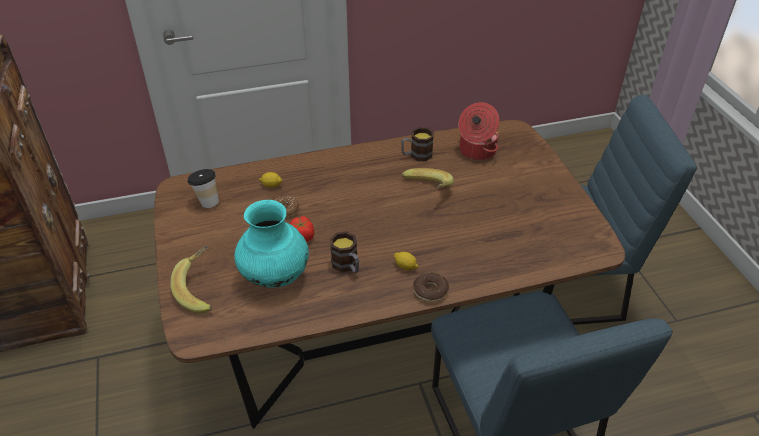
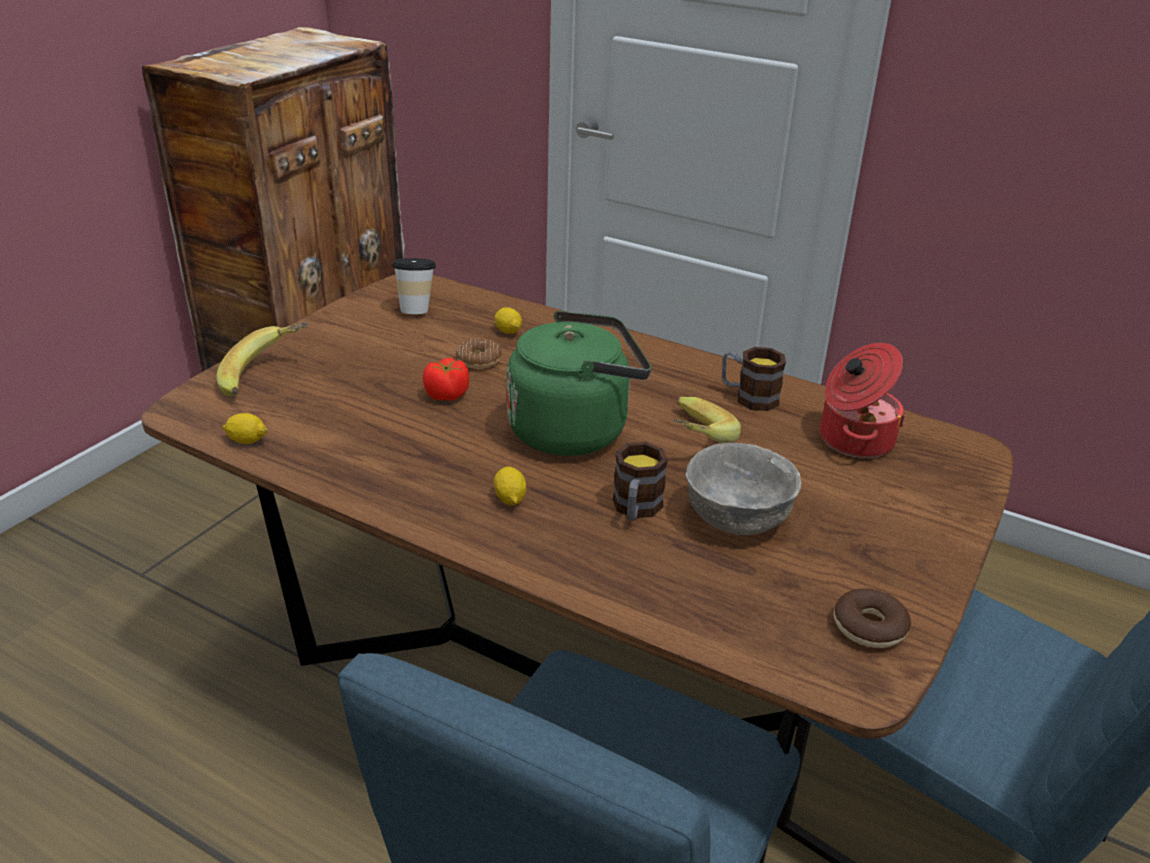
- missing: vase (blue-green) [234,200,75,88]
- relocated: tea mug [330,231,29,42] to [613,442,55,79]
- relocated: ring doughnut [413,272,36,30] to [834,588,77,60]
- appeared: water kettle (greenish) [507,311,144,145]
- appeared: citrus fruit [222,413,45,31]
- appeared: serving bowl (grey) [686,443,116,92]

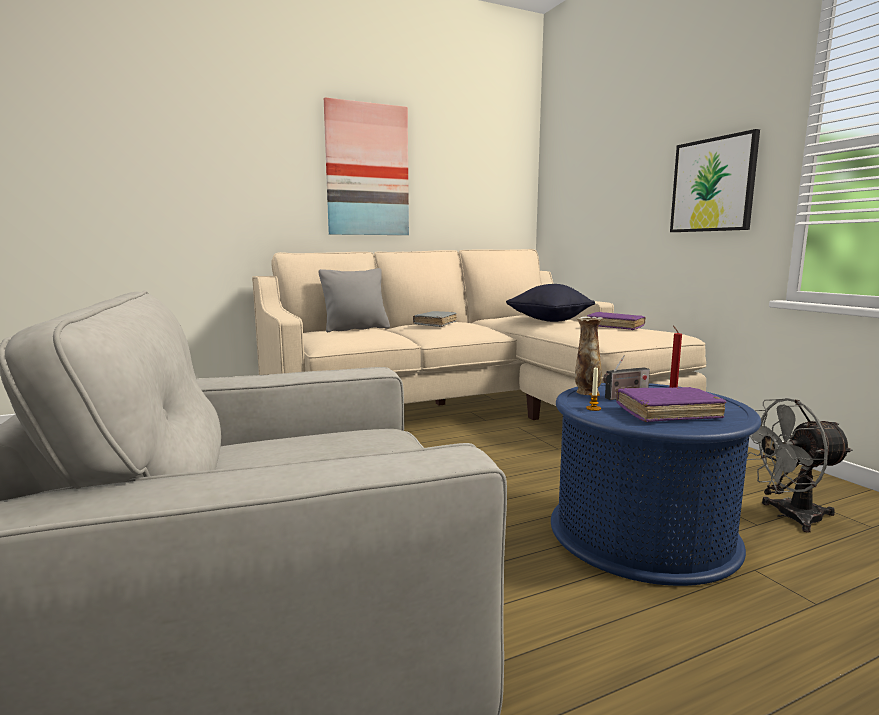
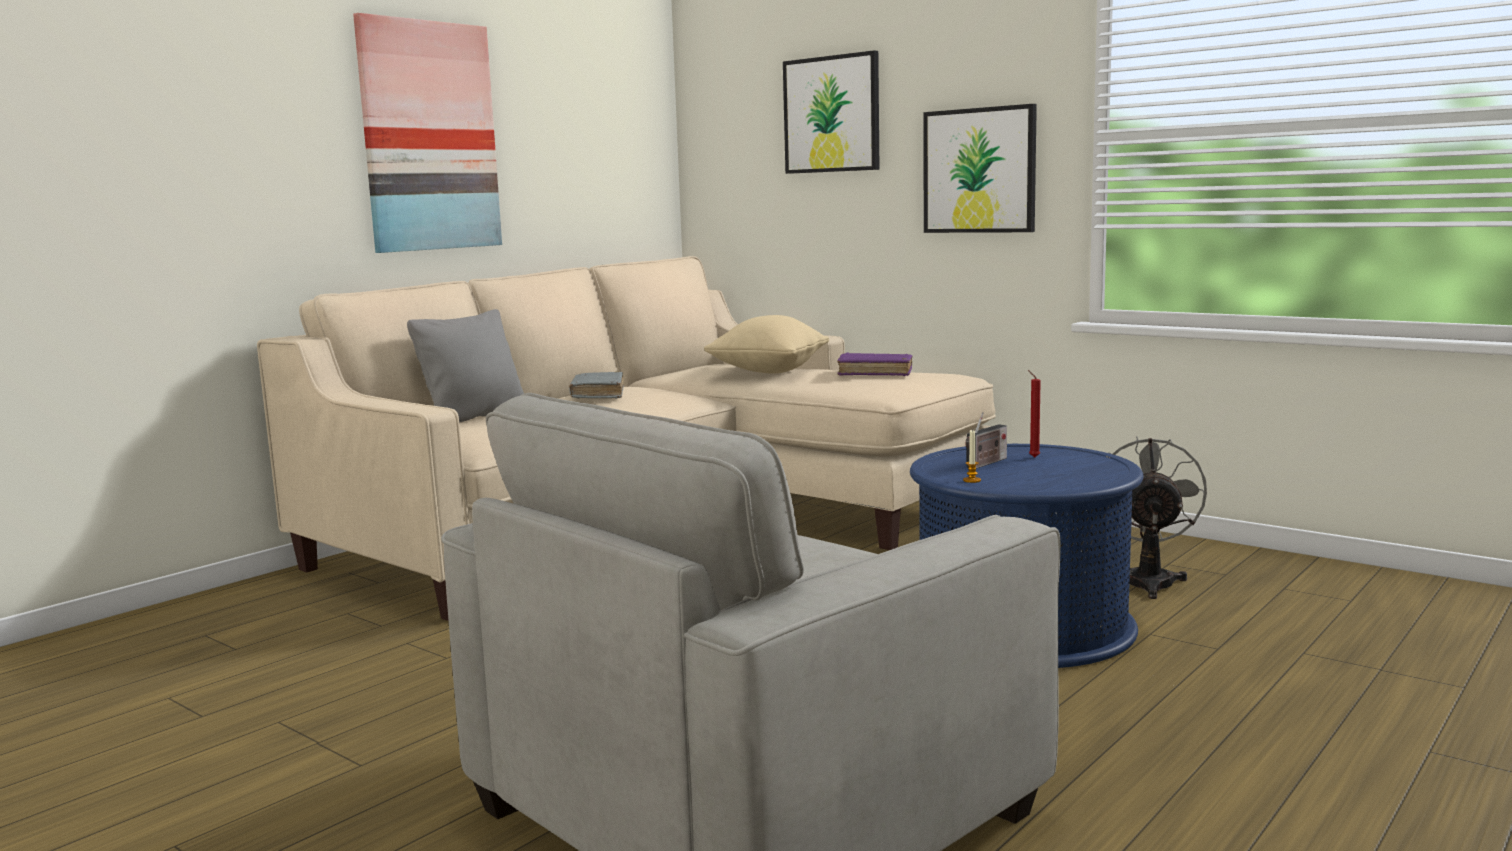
- colour: cushion (black-coloured) [506,284,89,38] to cushion (beige-coloured) [704,315,125,58]
- missing: vase [575,316,28,79]
- missing: volume (purplish) [616,387,111,35]
- spun: cooling fan (grey) [747,398,106,135] = [1108,436,99,163] 135 degrees clockwise
- appeared: wall picture [783,50,96,124]

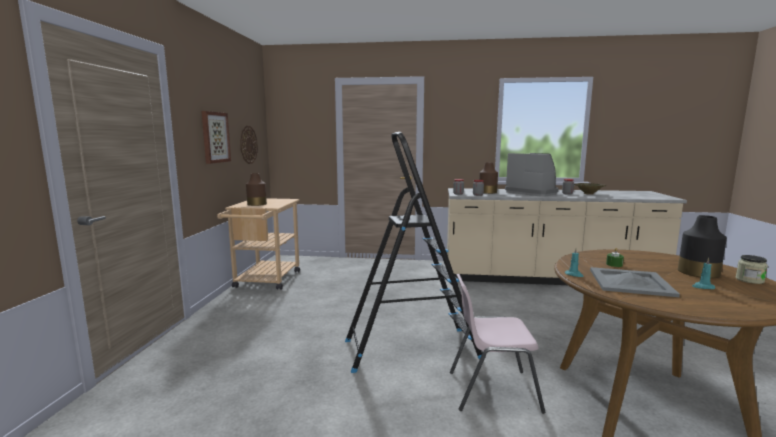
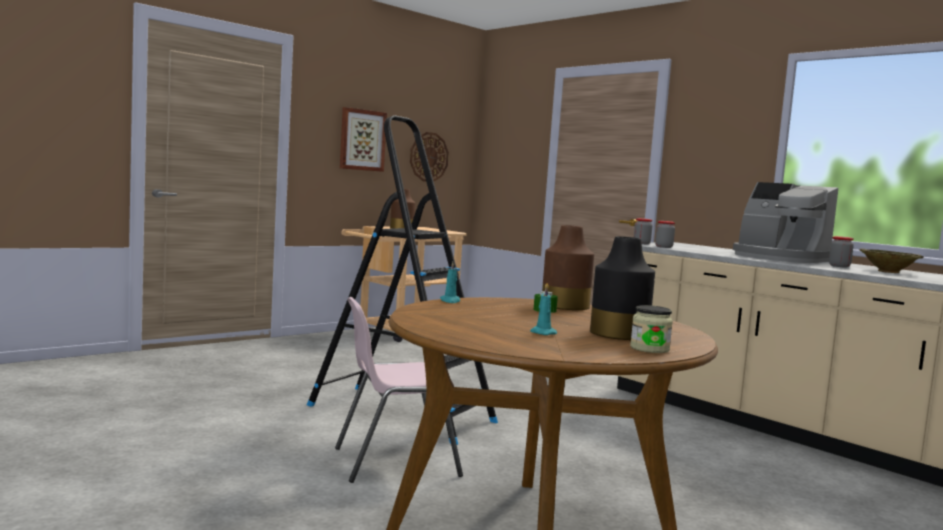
- spun: coffee brewer [505,153,53,44] = [733,182,105,81] 135 degrees clockwise
- relocated: vase (brown) [479,162,19,32] to [542,225,52,85]
- missing: carrying tray (grey) [590,267,90,30]
- spun: chair (pink-coloured) [450,274,95,140] = [335,297,128,186] 60 degrees counterclockwise

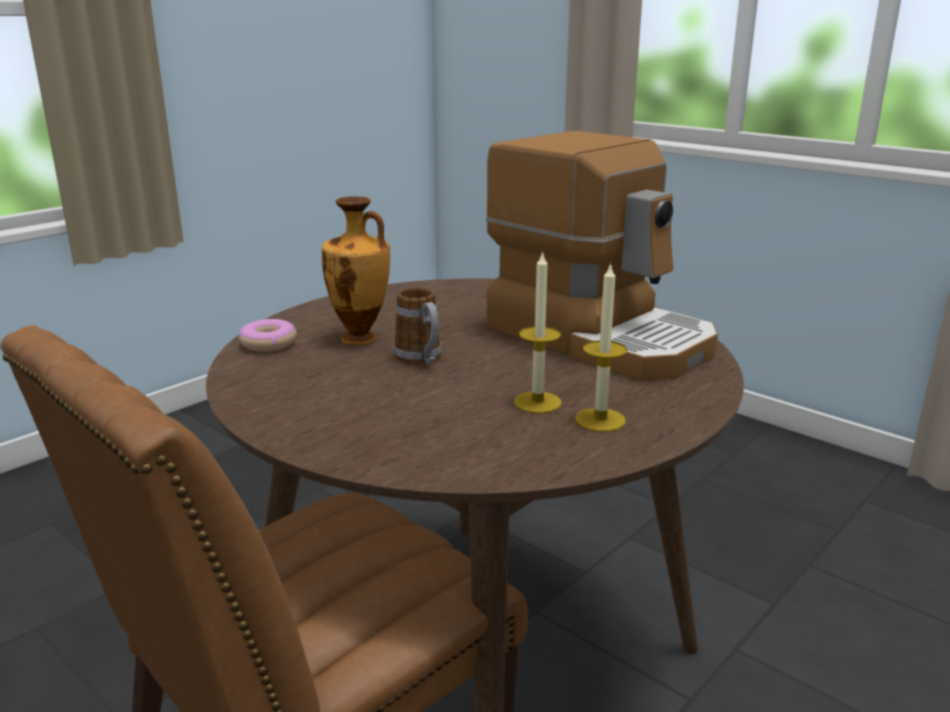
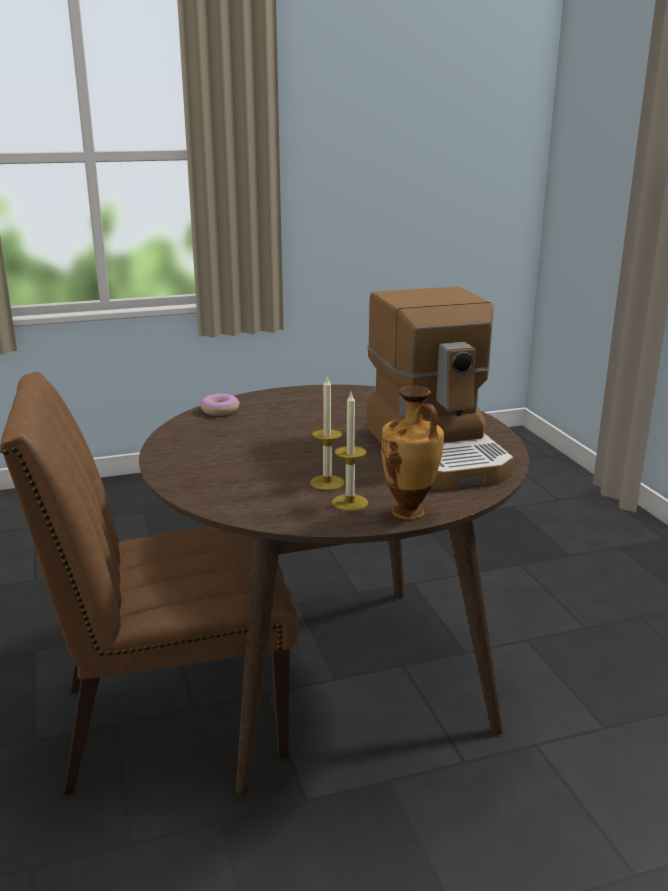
- relocated: vase [322,196,68,149] to [381,385,63,135]
- missing: tea mug [394,287,48,78]

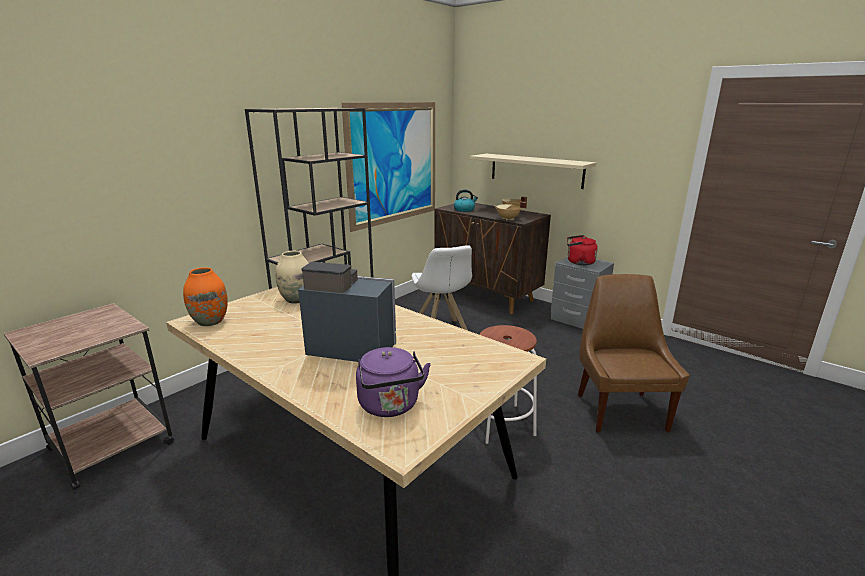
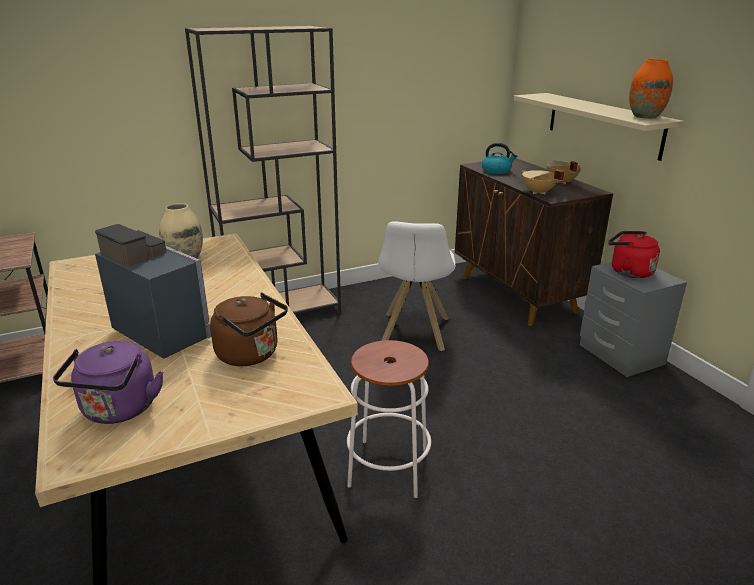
- missing: wall picture [342,102,93,130]
- relocated: vase (orangey) [183,267,45,59] to [629,59,44,60]
- missing: chair (brown) [578,274,112,159]
- appeared: water kettle (brown) [210,293,78,73]

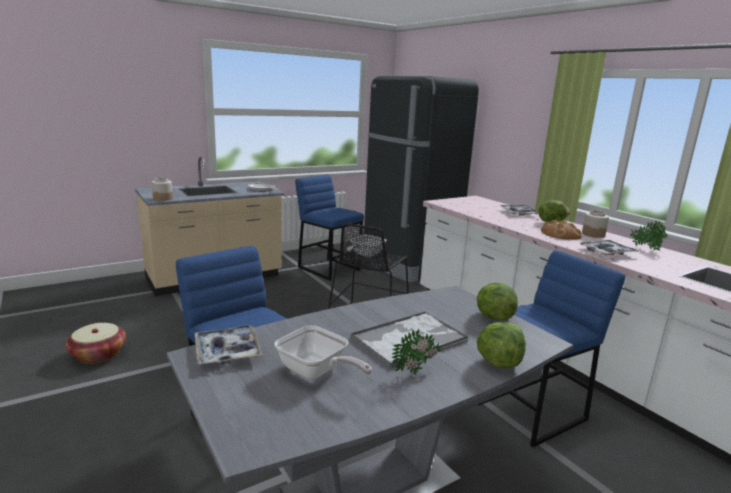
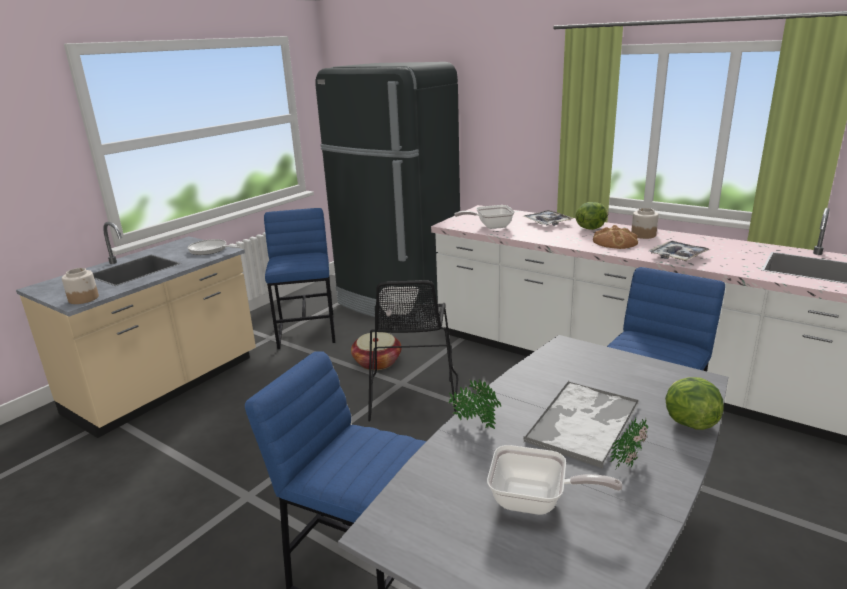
- spun: chair (blue) [295,175,69,106] = [264,208,71,141] 60 degrees clockwise
- relocated: plant in a pot [630,220,37,31] to [448,379,53,50]
- missing: head of lettuce [477,283,41,37]
- relocated: storage basket [66,323,60,41] to [351,332,50,38]
- missing: carrying tray [195,325,68,40]
- appeared: frying pan [454,205,61,24]

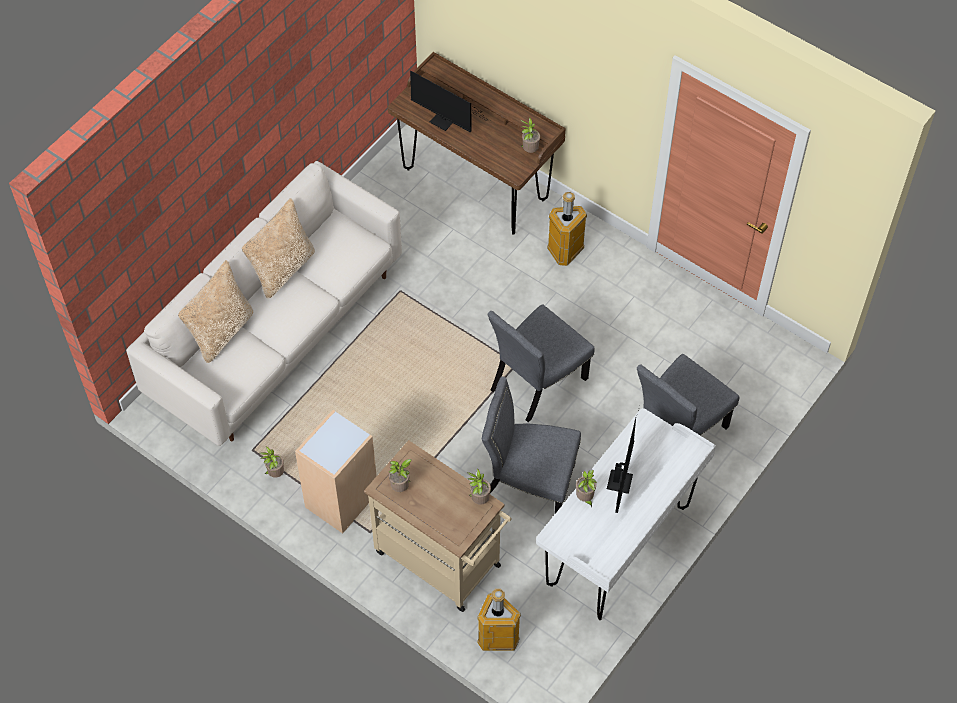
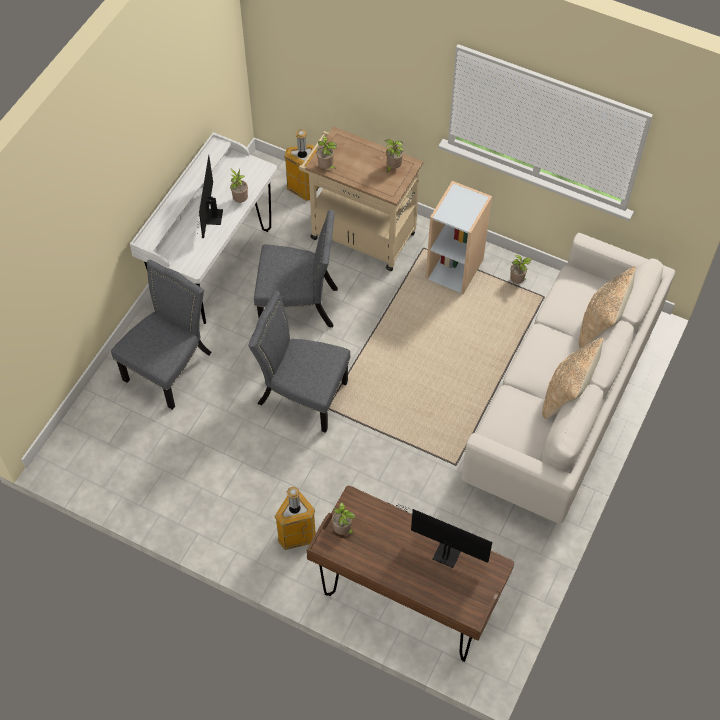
- spun: chair (grey) [488,304,107,118] = [248,291,103,142] 105 degrees counterclockwise

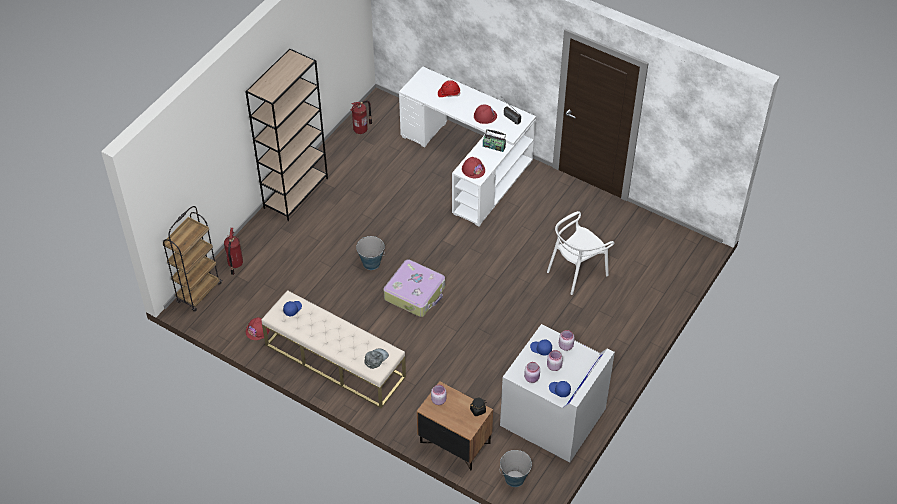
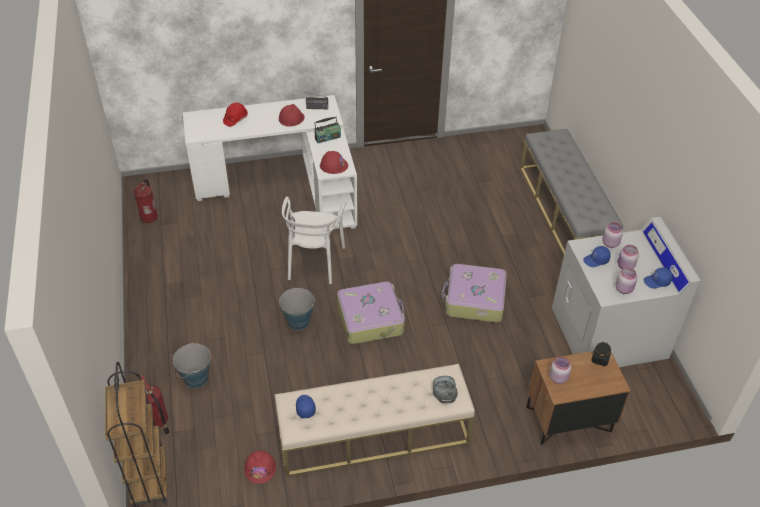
- missing: shelving unit (beige-coloured) [245,48,83,173]
- relocated: chair (white) [547,211,68,84] to [282,197,64,87]
- relocated: pail [500,450,32,37] to [173,343,38,45]
- appeared: indoor bench (grey) [520,129,103,127]
- appeared: piece of luggage [441,264,66,58]

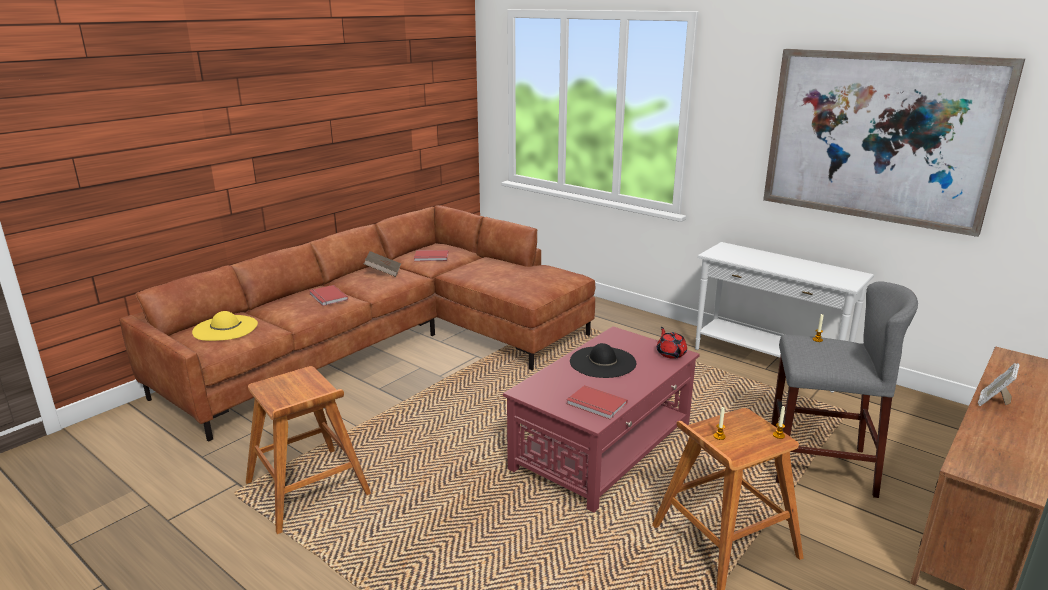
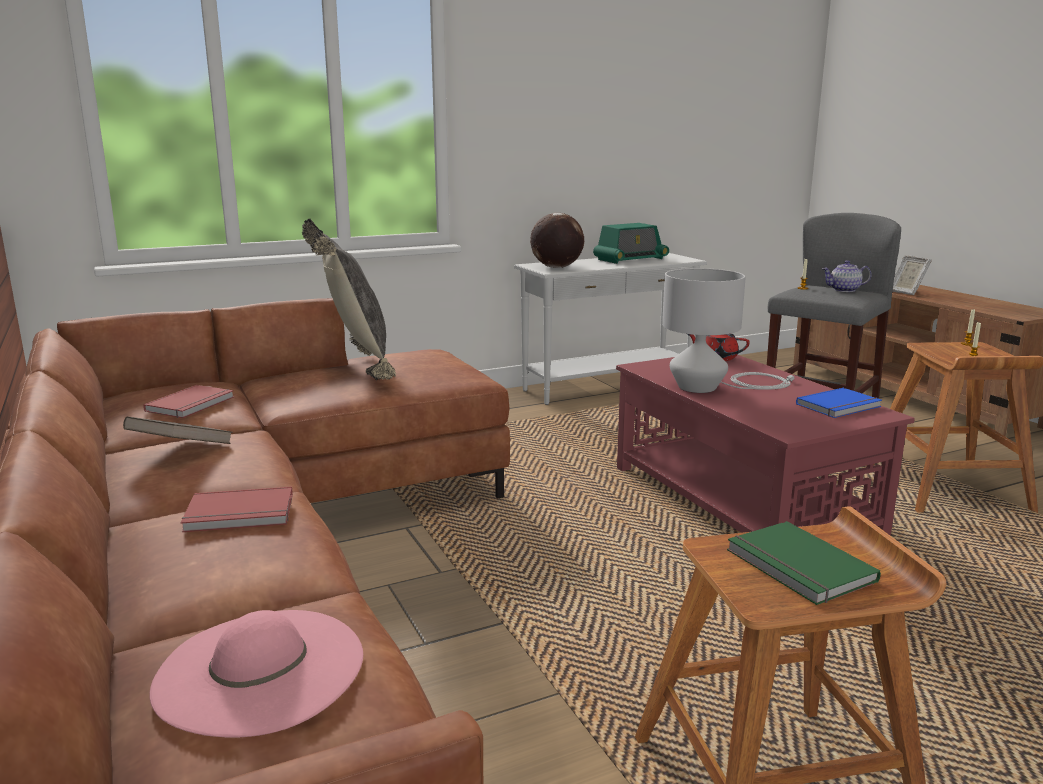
- missing: wall picture [763,49,262,188]
- colour: hat (yellowish) [192,311,66,30] to hat (pink-coloured) [149,610,214,128]
- exchanged: hat (black-coloured) [570,343,66,35] to table lamp (grey) [662,268,132,125]
- colour: volume (red) [567,385,61,35] to volume (blue) [796,388,86,30]
- appeared: world globe [530,213,54,55]
- appeared: cushion [302,218,94,162]
- appeared: radio receiver [593,223,76,41]
- appeared: pot for tea [822,260,50,32]
- appeared: volume (greenish) [727,521,154,84]

